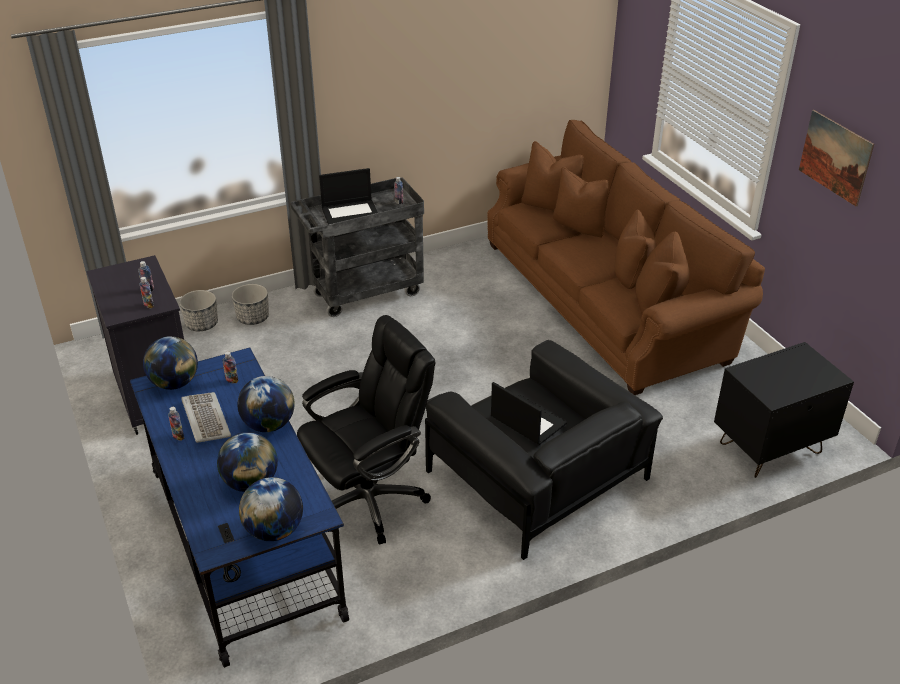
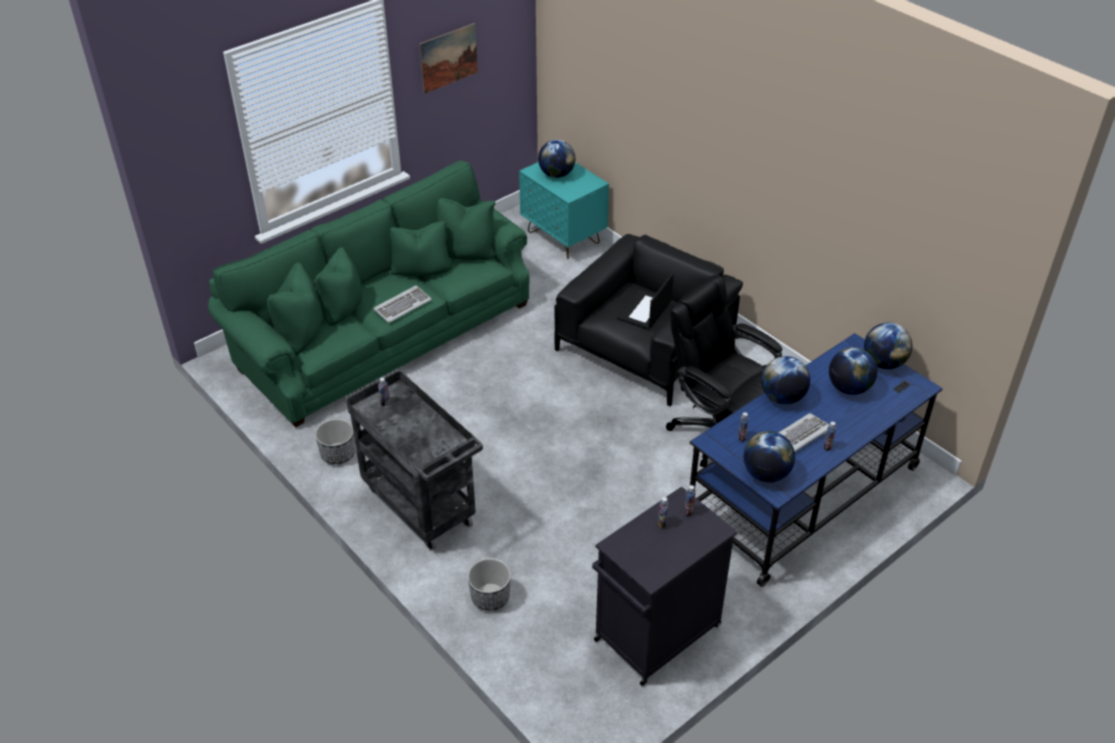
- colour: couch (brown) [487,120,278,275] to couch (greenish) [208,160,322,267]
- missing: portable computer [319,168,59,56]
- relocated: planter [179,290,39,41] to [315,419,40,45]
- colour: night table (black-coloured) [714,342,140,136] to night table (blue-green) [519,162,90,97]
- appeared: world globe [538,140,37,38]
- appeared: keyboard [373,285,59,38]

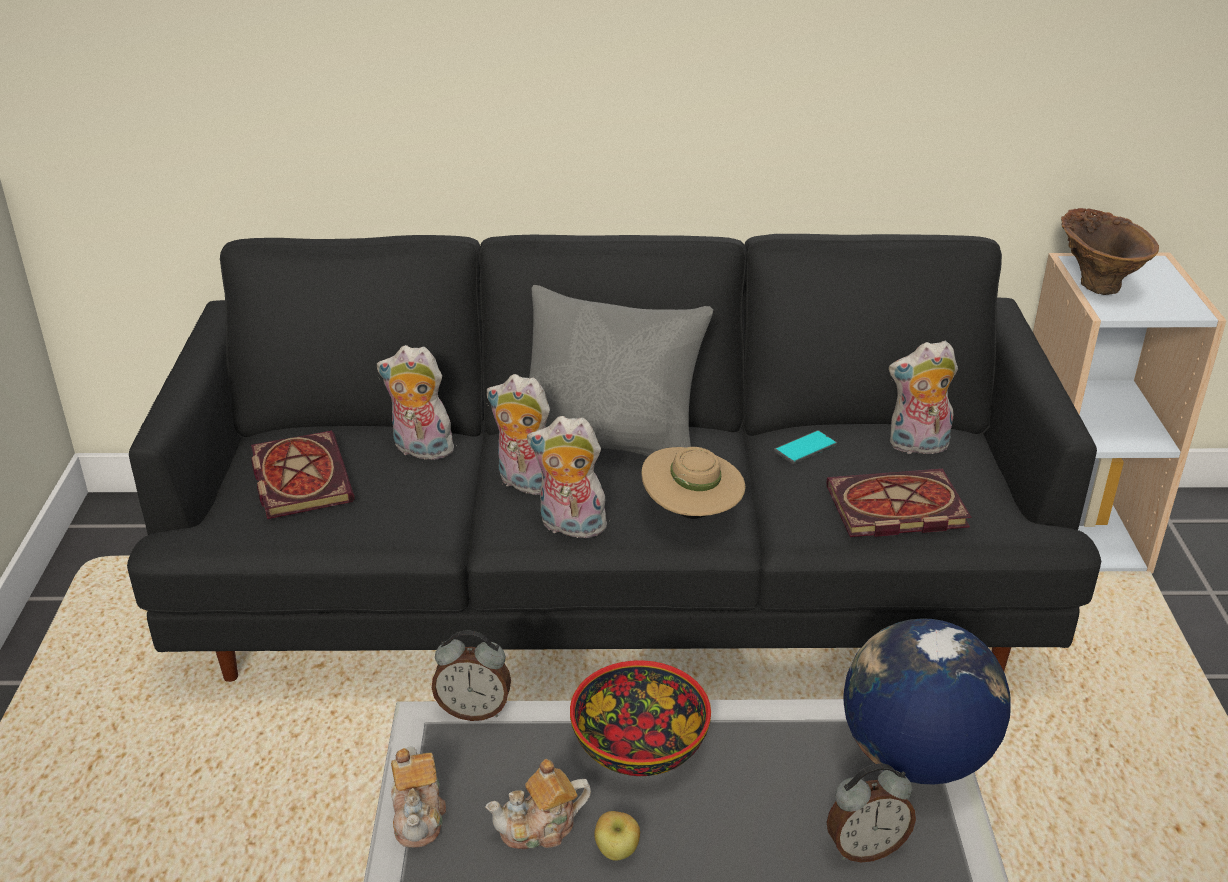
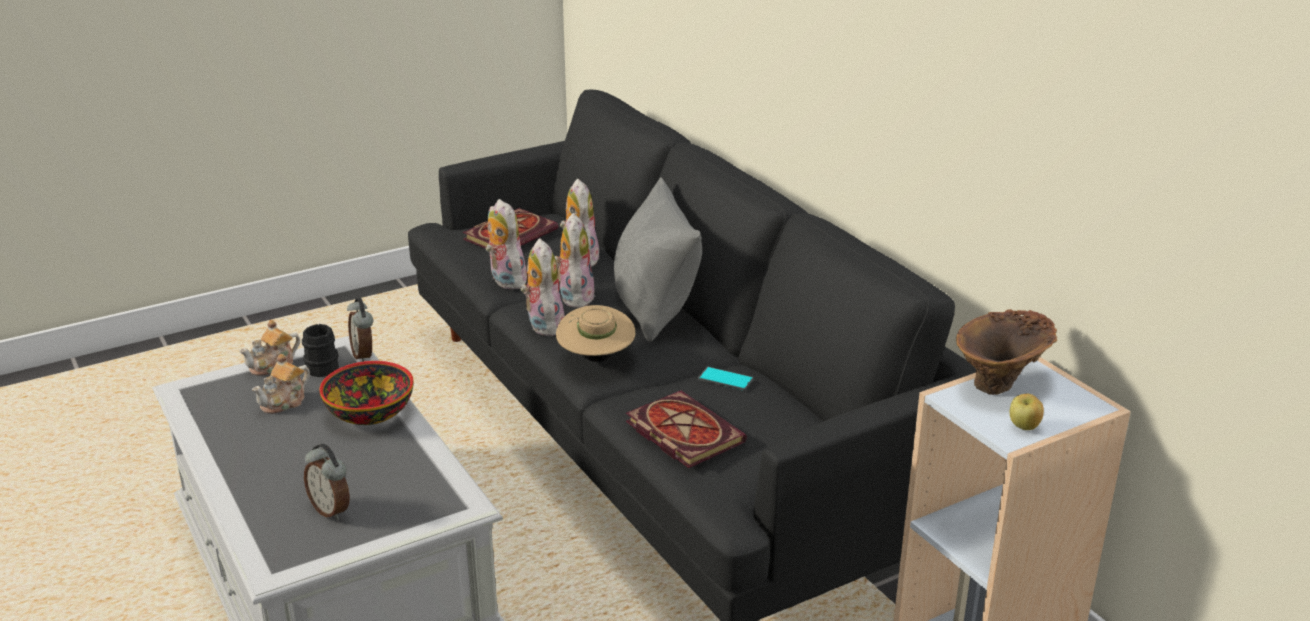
- relocated: cuddly toy [889,341,69,113] to [486,199,41,91]
- missing: world globe [843,618,168,166]
- spun: pot for tea [485,759,106,90] = [252,354,58,60] 90 degrees counterclockwise
- relocated: whole apple [594,811,46,50] to [1010,394,34,36]
- appeared: tea mug (black-coloured) [302,324,37,53]

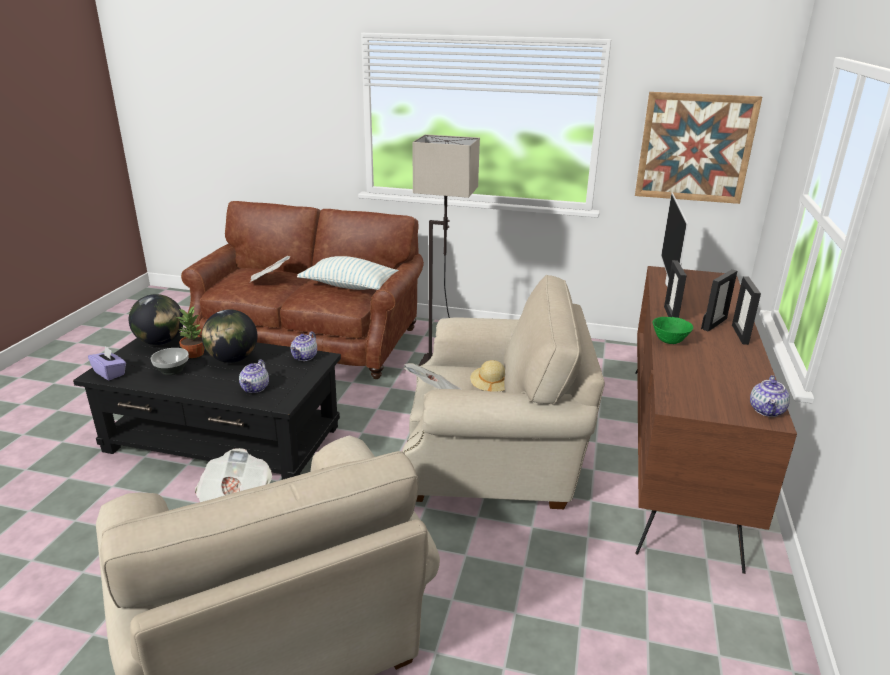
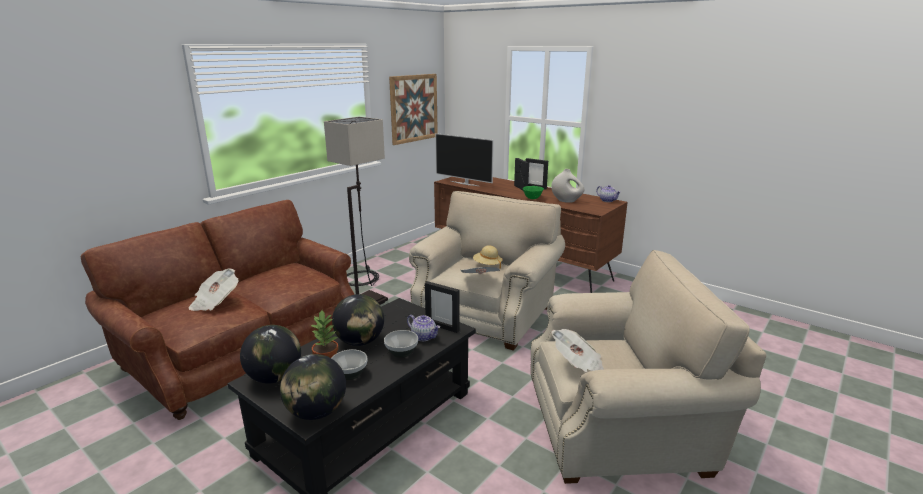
- missing: cushion [297,256,101,34]
- relocated: standing frame [664,260,23,58] to [425,281,35,52]
- missing: pot for tea [290,331,27,30]
- exchanged: tissue holder (purplish) [88,346,38,34] to world globe [280,354,66,66]
- appeared: vase (white) [551,169,33,34]
- appeared: serving bowl [384,330,34,28]

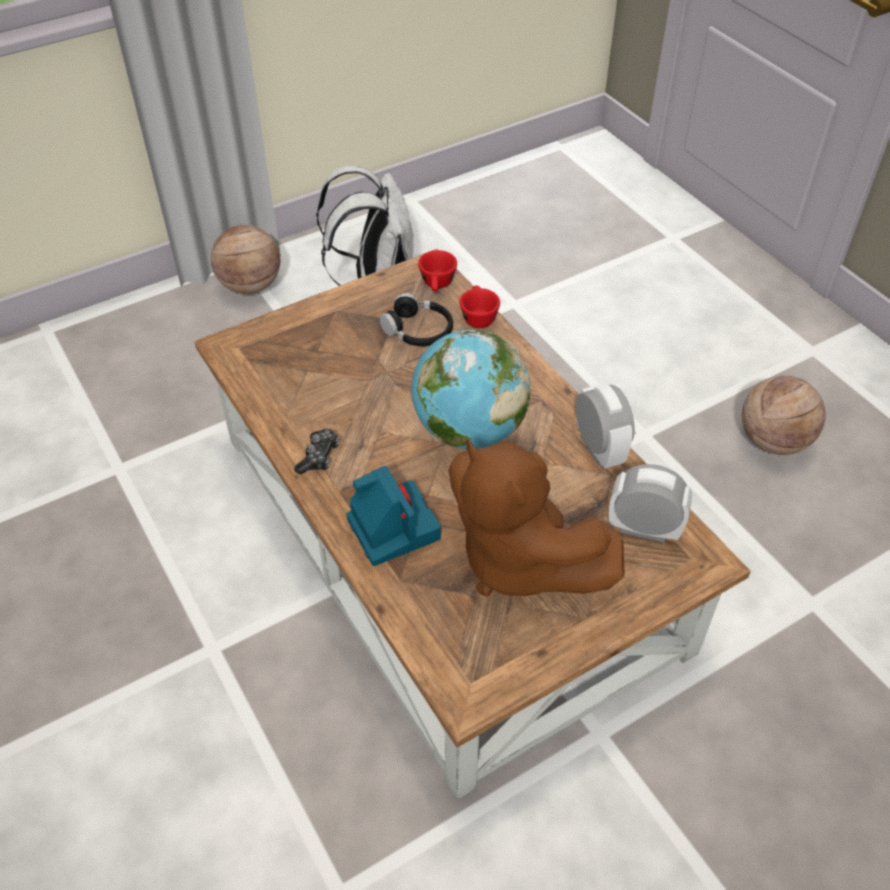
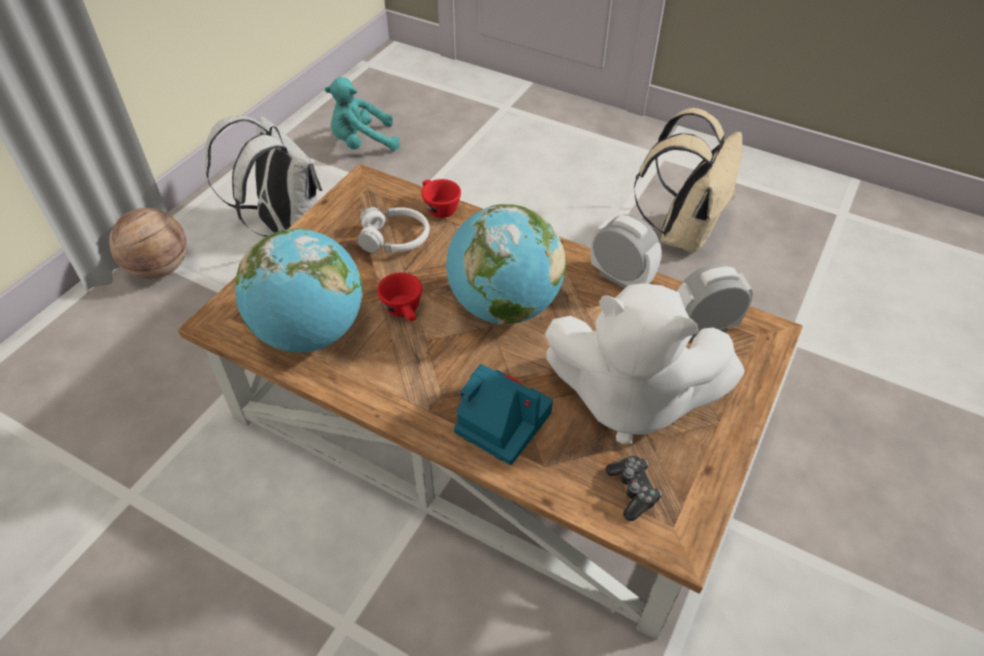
- relocated: small cup (red) [418,250,39,42] to [377,273,45,48]
- colour: headset (black-coloured) [380,293,73,53] to headset (white) [357,207,73,46]
- exchanged: basketball ball [742,375,84,80] to backpack (beige-coloured) [634,108,108,145]
- relocated: joypad [294,429,45,45] to [605,456,57,65]
- colour: cuddly toy (brown) [449,439,176,158] to cuddly toy (white) [545,283,199,161]
- appeared: cuddly toy (blue-green) [325,77,75,73]
- appeared: world globe [235,228,128,124]

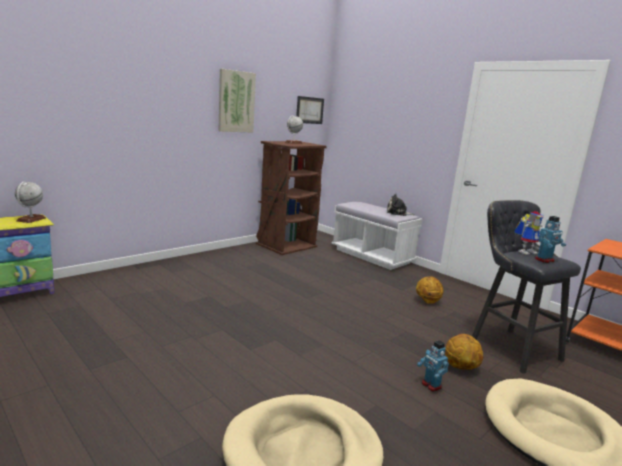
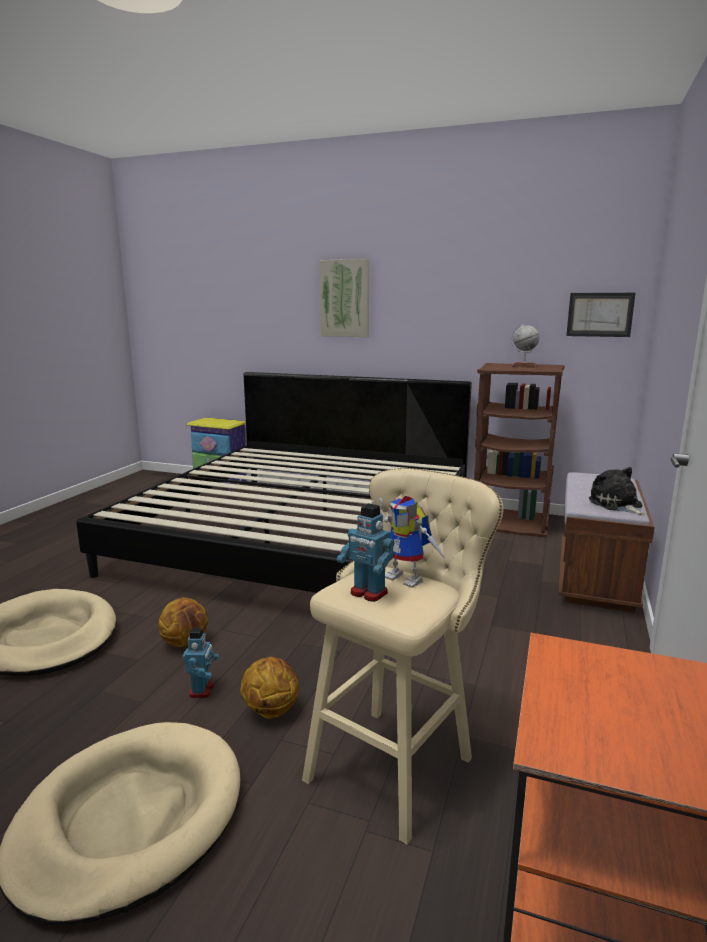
- relocated: wall picture [219,69,37,63] to [319,259,50,78]
- missing: world globe [15,182,31,41]
- colour: stool seat (black-coloured) [472,200,109,174] to stool seat (beige-coloured) [302,468,202,376]
- colour: indoor bench (white) [332,202,90,68] to indoor bench (brown) [559,472,96,141]
- relocated: basketball ball [416,277,28,27] to [158,598,50,49]
- spun: toy robot [417,340,32,52] = [183,627,37,71] 150 degrees clockwise
- appeared: bedroom bed [76,372,396,221]

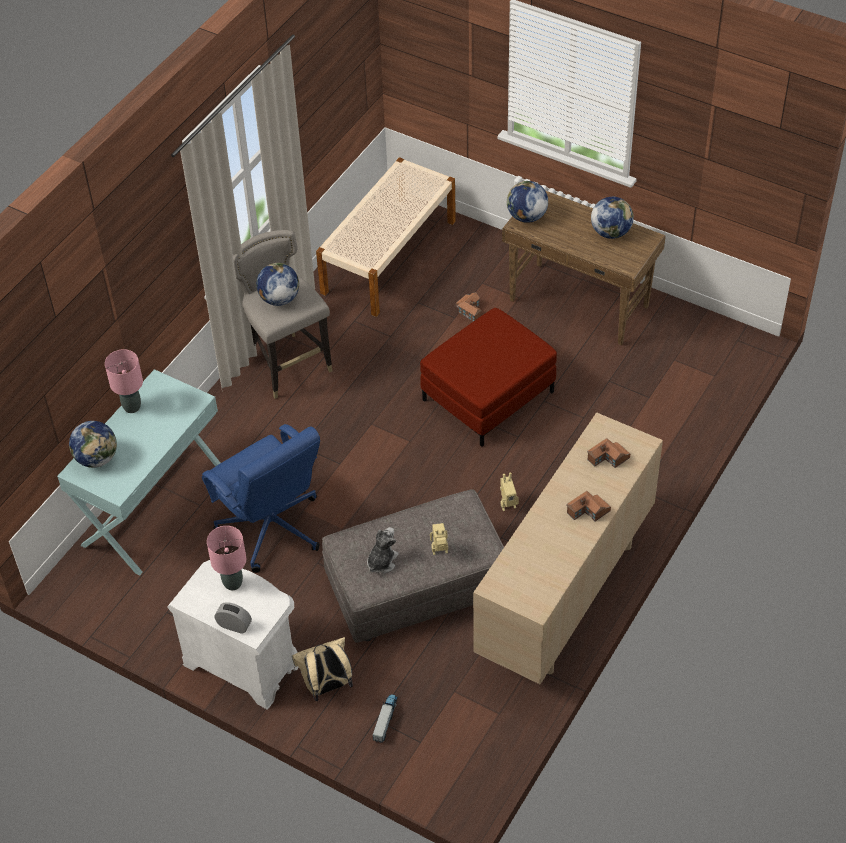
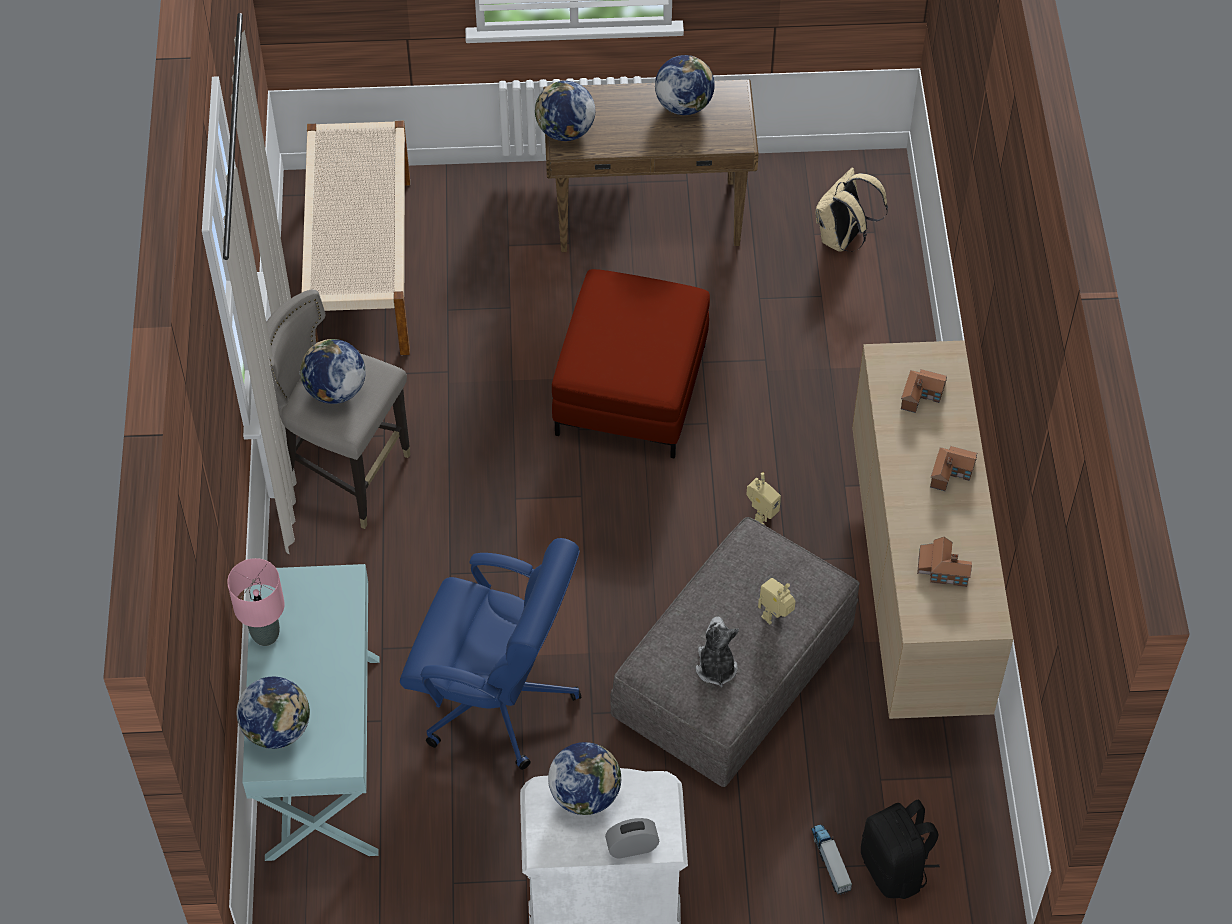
- relocated: model house [456,292,26,30] to [917,537,55,50]
- exchanged: table lamp (pink-coloured) [207,526,39,64] to world globe [548,742,73,73]
- relocated: backpack (beige-coloured) [292,637,61,64] to [816,167,72,85]
- appeared: backpack (black-coloured) [861,800,79,99]

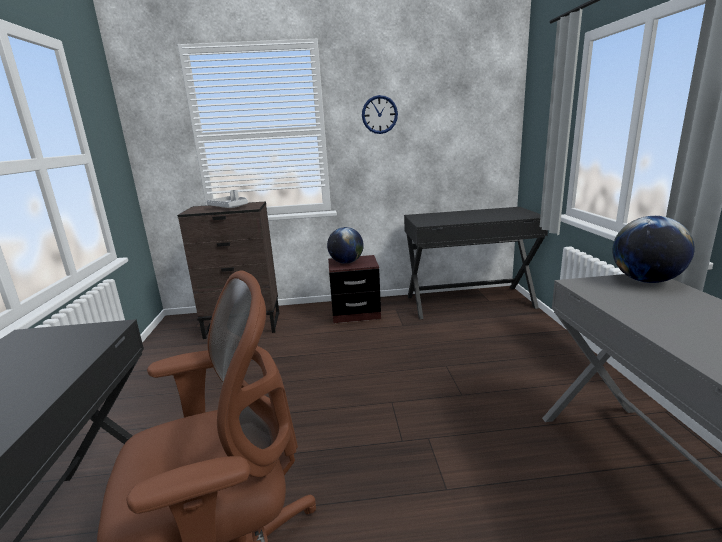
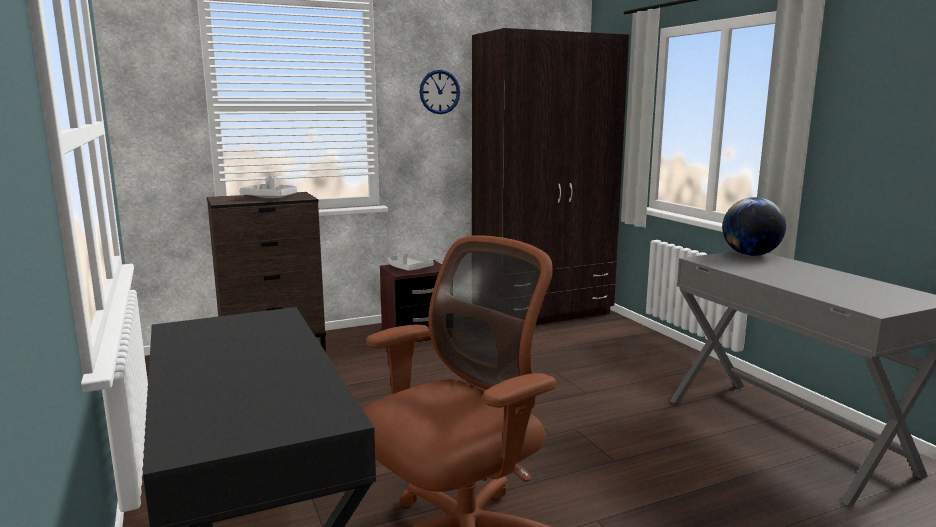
- exchanged: desk table (black-coloured) [404,207,144,112] to armoire (brown) [472,28,157,297]
- exchanged: world globe [327,227,37,37] to carrying tray (grey) [388,253,46,18]

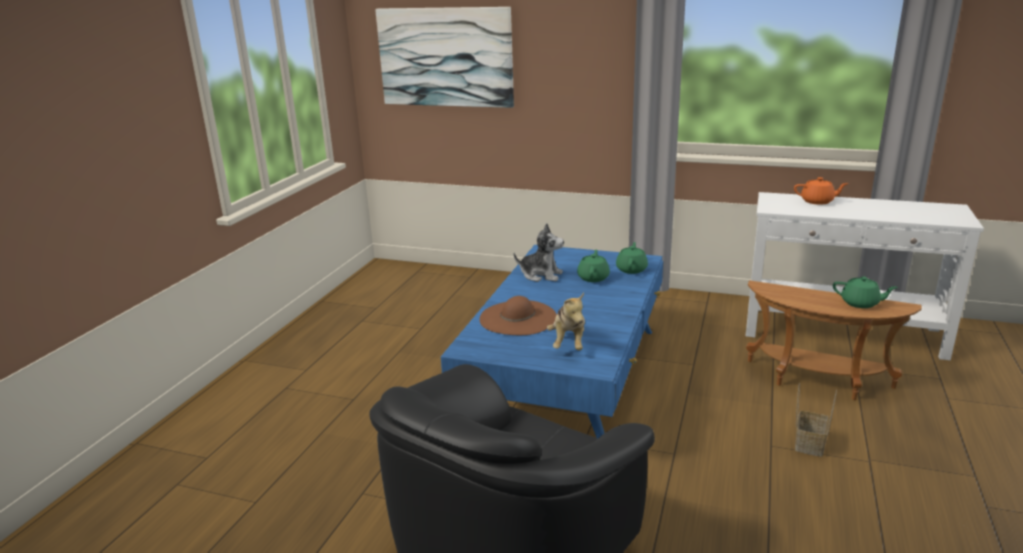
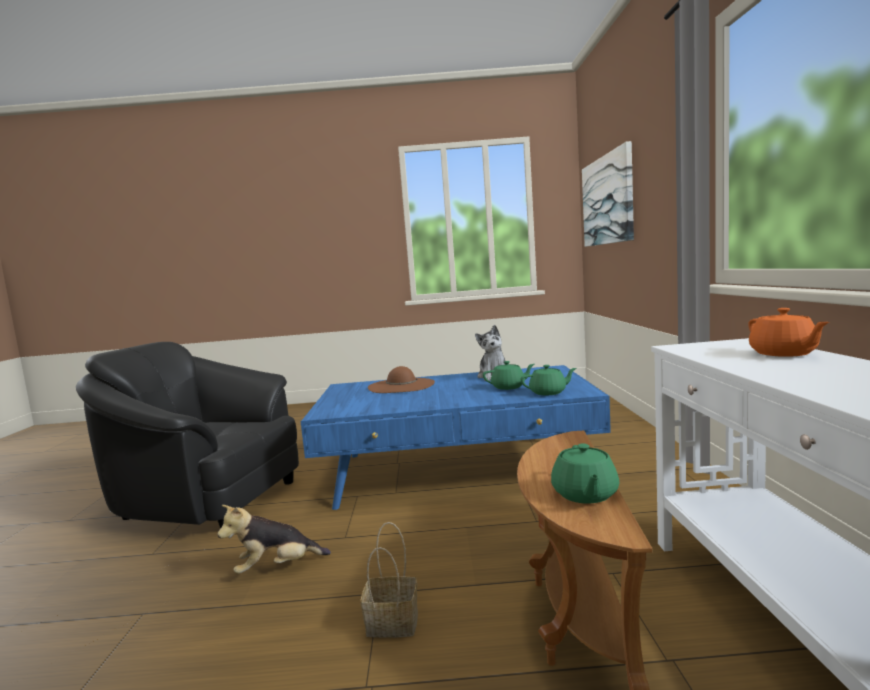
- relocated: cuddly toy [547,293,38,57] to [217,505,114,69]

